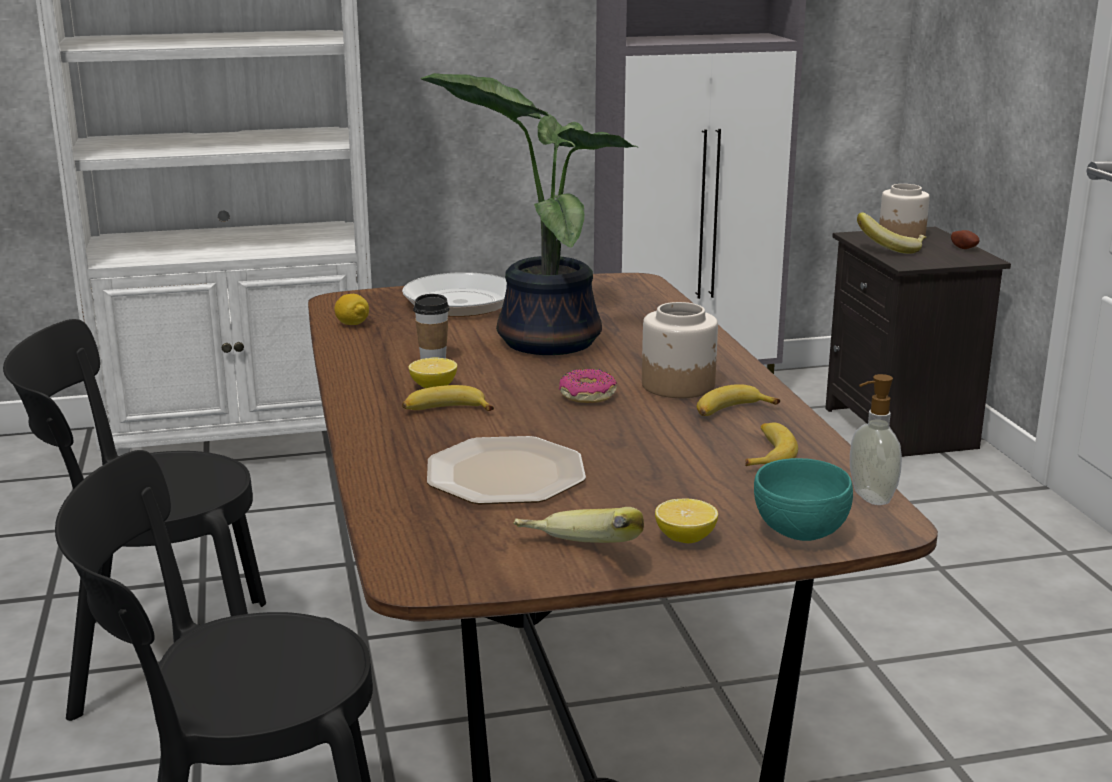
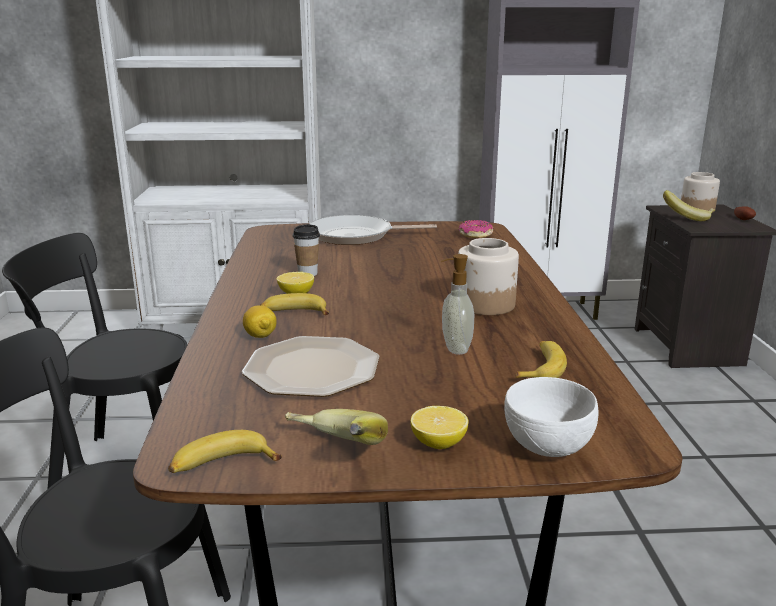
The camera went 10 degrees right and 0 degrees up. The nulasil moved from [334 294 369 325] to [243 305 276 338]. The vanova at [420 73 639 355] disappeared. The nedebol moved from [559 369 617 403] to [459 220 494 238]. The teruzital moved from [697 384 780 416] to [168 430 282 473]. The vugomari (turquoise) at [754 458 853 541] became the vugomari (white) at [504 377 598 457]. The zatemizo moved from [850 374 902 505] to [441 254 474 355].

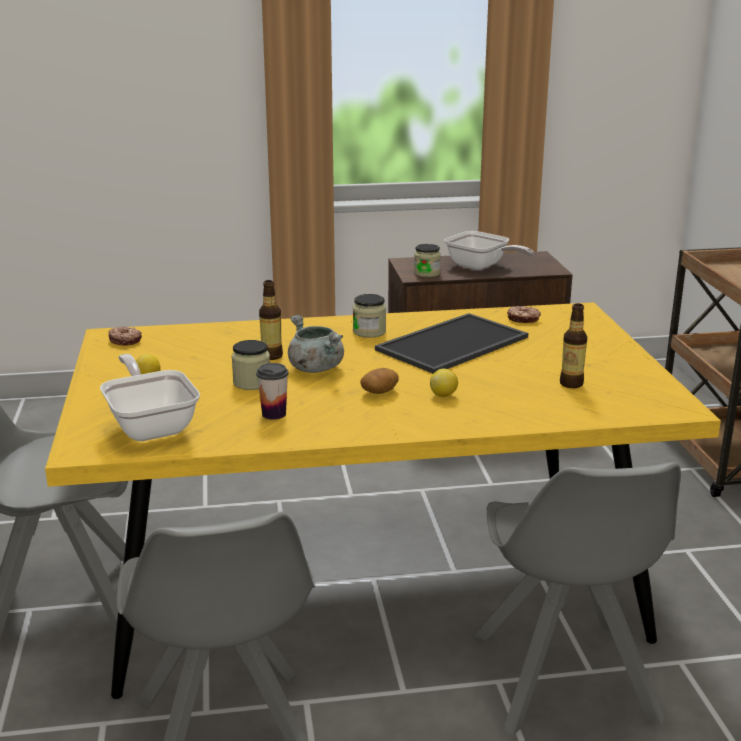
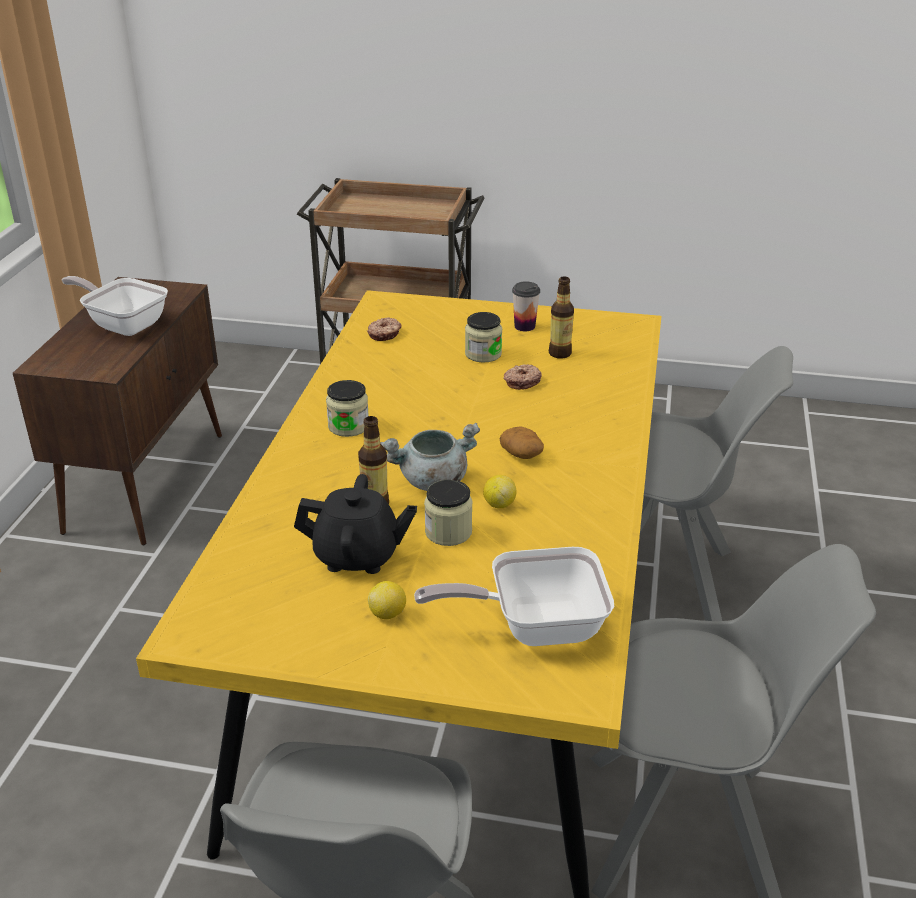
The camera went 70 degrees left and 10 degrees up. The nedebol moved from [109 326 142 345] to [503 364 542 390]. The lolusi moved from [256 363 289 420] to [512 281 540 331]. The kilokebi at [375 313 528 374] disappeared. The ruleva moved from [414 244 441 277] to [465 312 502 363]. The nulasil moved from [430 369 458 397] to [483 475 517 508]. The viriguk at [444 231 534 270] turned 120 degrees counterclockwise. The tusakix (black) at [294 474 417 574] appeared.

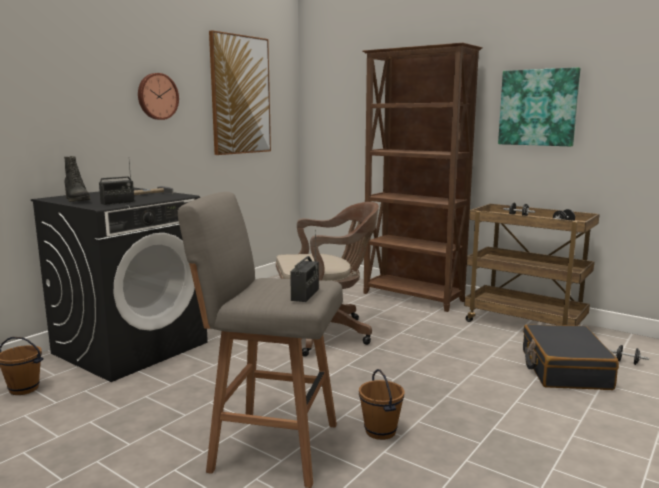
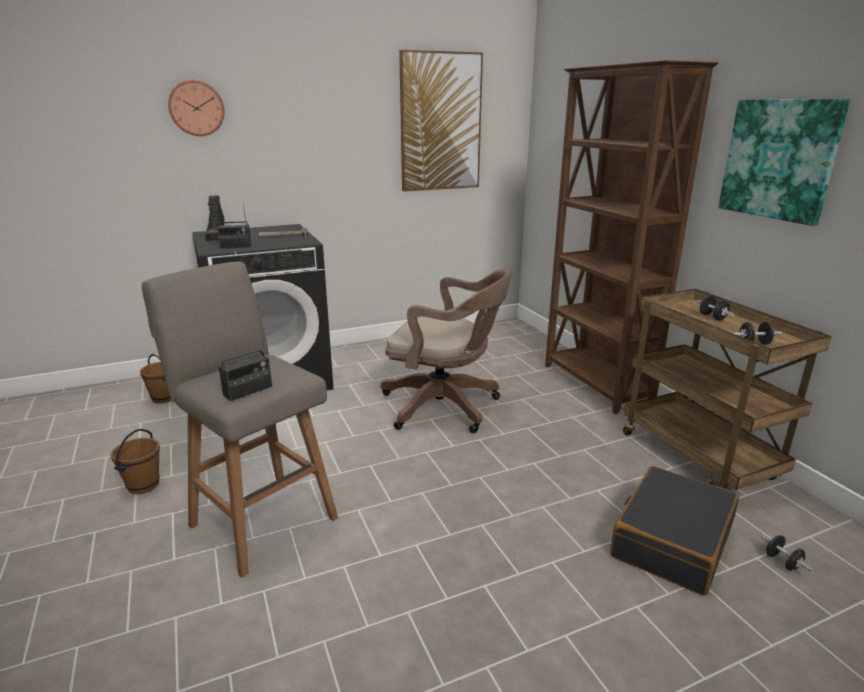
The camera went 30 degrees right and 10 degrees up. The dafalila moved from [138 73 179 120] to [168 80 225 136]. The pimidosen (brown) moved from [359 369 404 440] to [111 429 160 494].

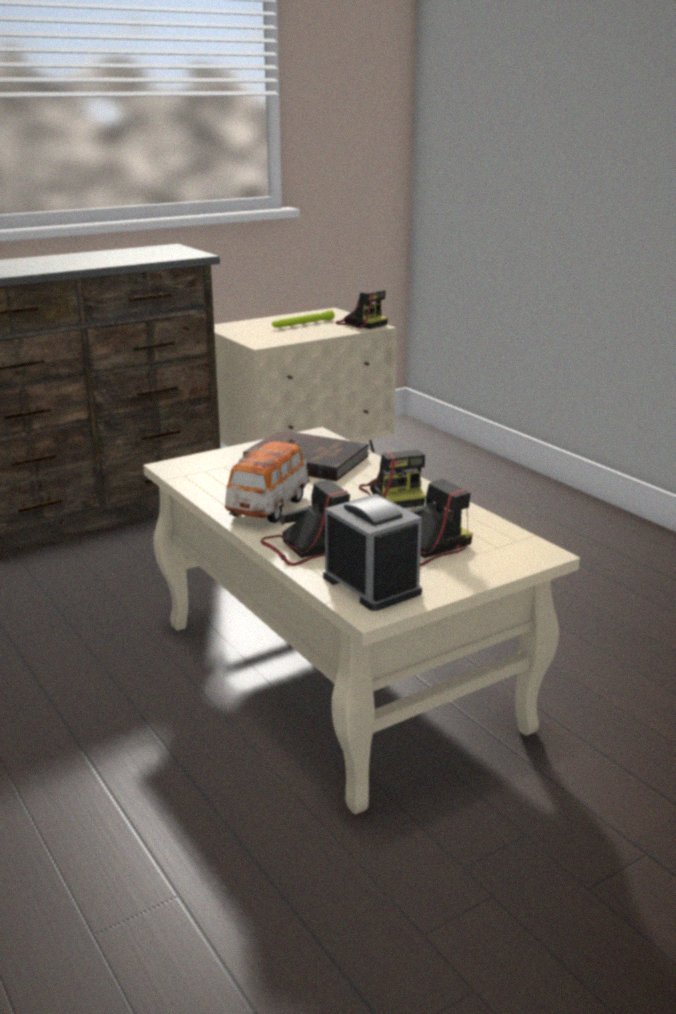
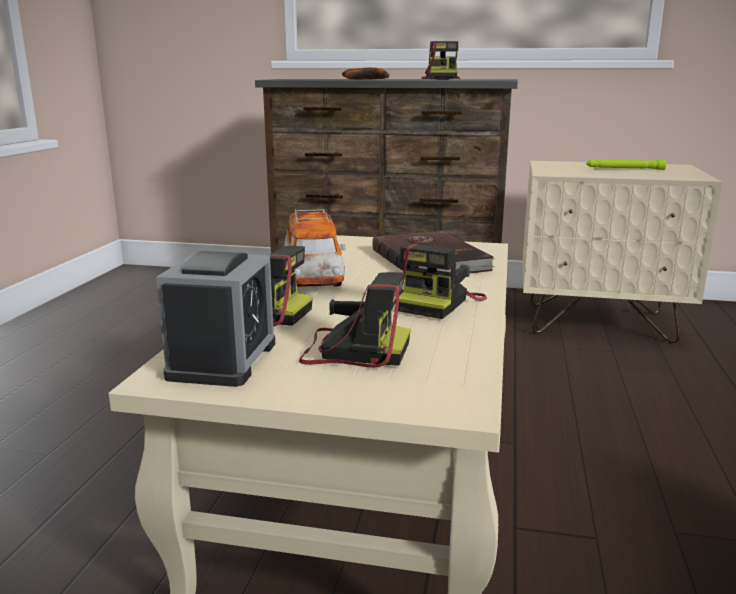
The camera went 45 degrees right and 5 degrees down. The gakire at [225 441 309 523] turned 105 degrees clockwise. The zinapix moved from [335 289 388 329] to [422 41 460 80]. The teruzital at [342 68 389 79] appeared.

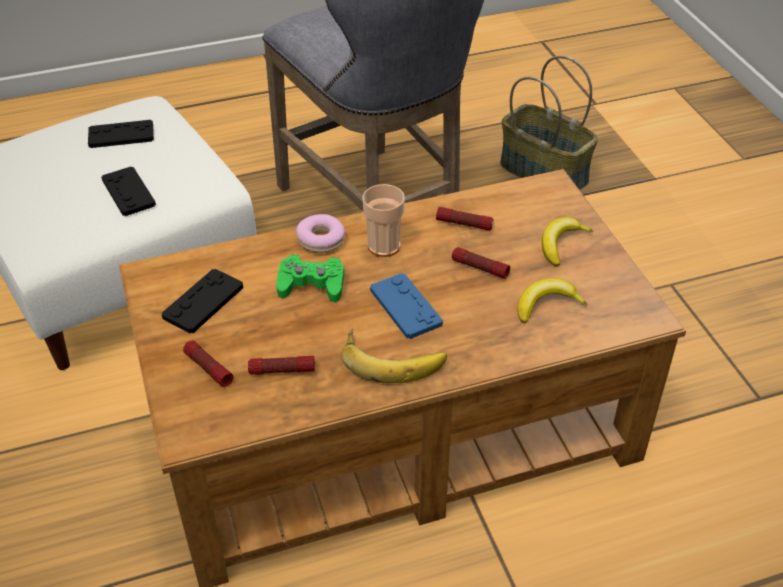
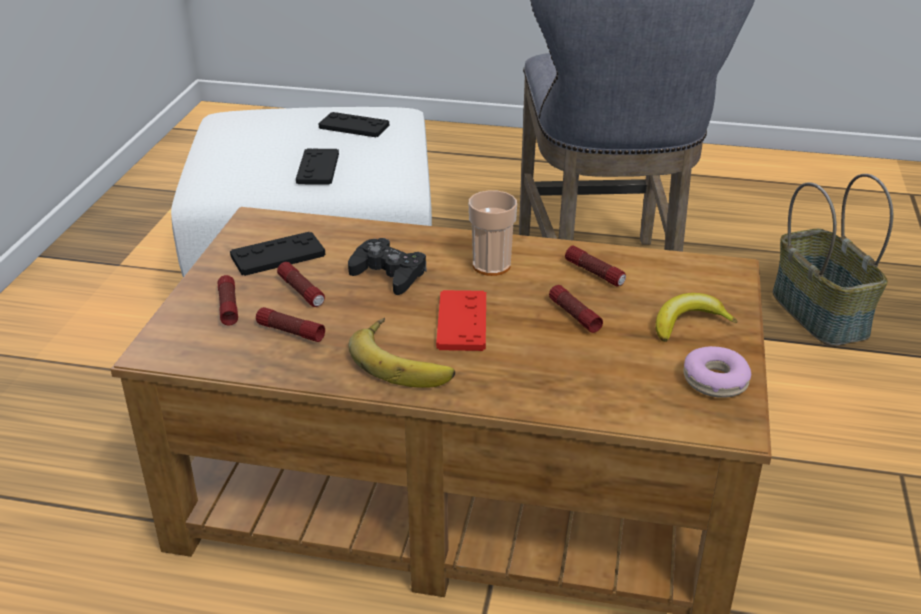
The camera went 30 degrees right and 10 degrees down. The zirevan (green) at [276 255 344 302] became the zirevan (black) at [348 238 426 295]. The nedebol moved from [296 214 345 253] to [683 346 751 398]. The zirevan (blue) at [370 273 443 339] became the zirevan (red) at [436 290 486 351]. The teruzital at [517 278 588 323] disappeared. The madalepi at [277 262 325 307] appeared.

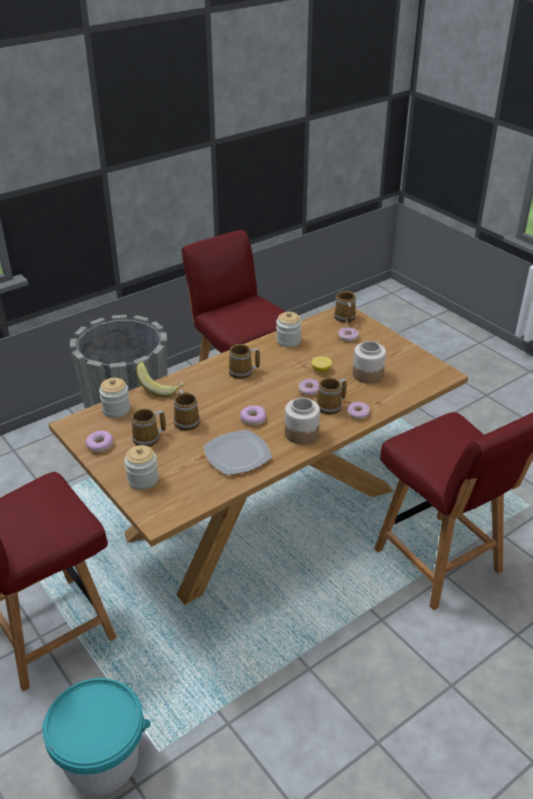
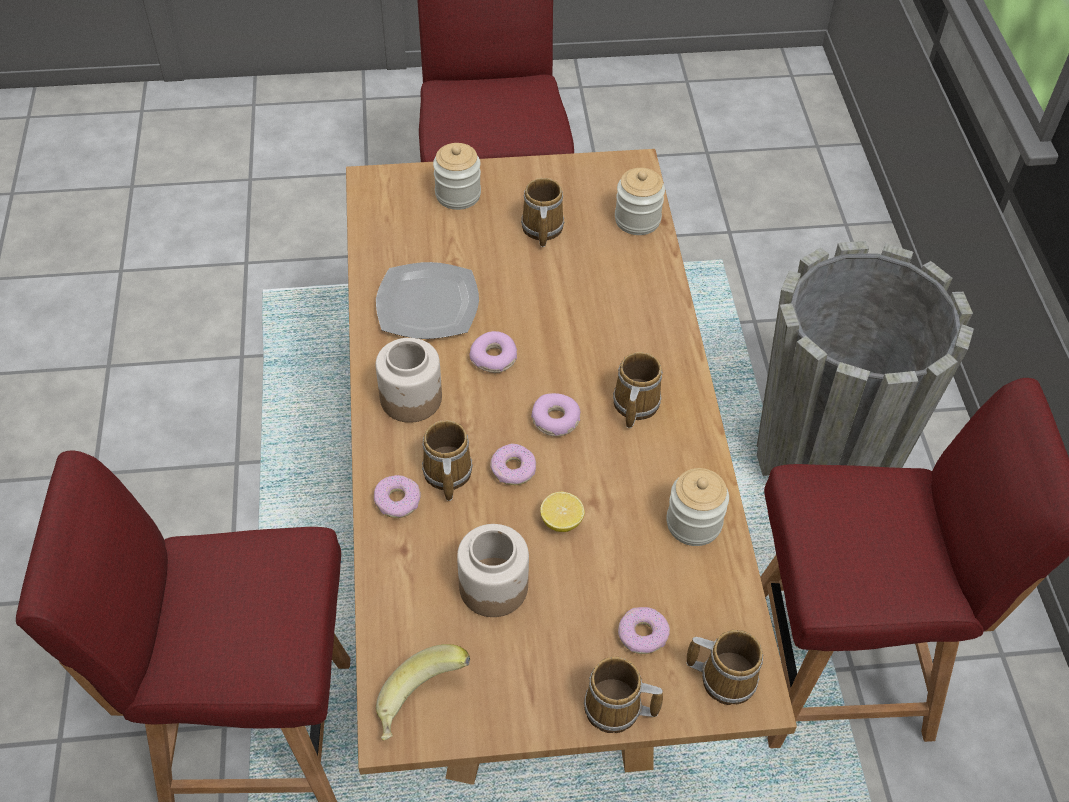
The camera went 120 degrees right and 15 degrees up. The pimidosen (turquoise) at [42 678 150 795] disappeared. The nedebol moved from [85 431 113 452] to [531 393 580 436]. The teruzital moved from [136 362 184 397] to [376 644 470 741]. The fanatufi moved from [174 390 200 431] to [584 657 663 733].

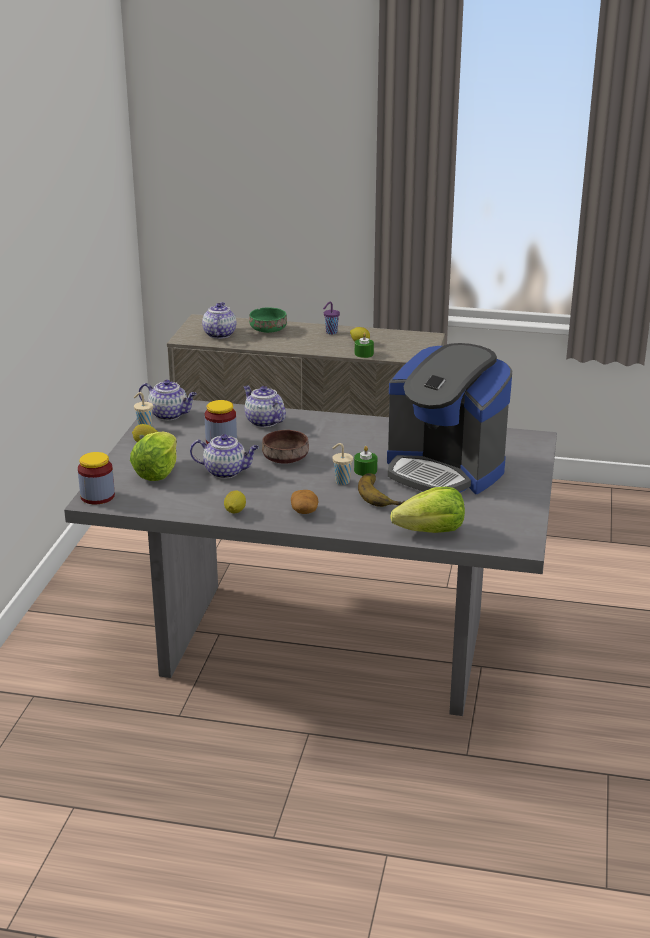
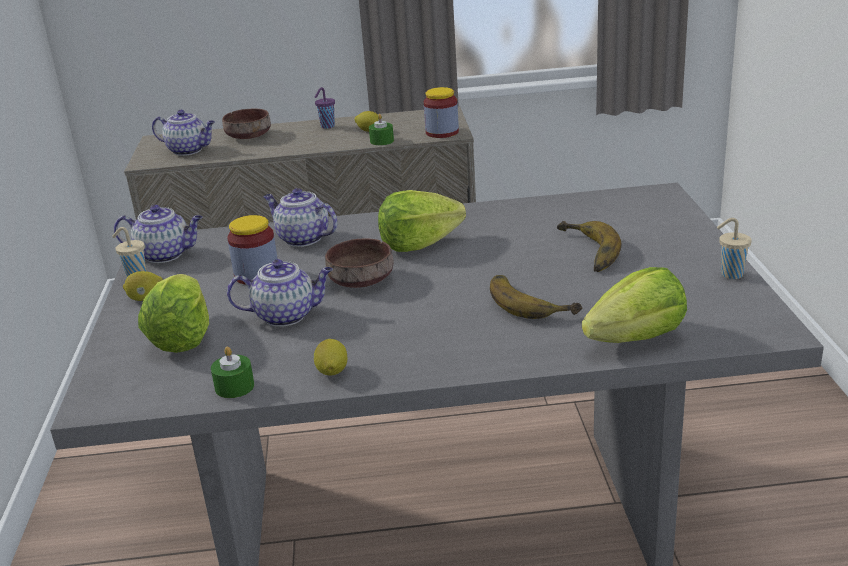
The camera went 15 degrees left and 0 degrees up. The ruleva moved from [78 452 115 504] to [424 87 459 138]. The tusakix at [202 302 236 339] turned 120 degrees clockwise. The vugomari (green) at [249 307 287 333] became the vugomari (brown) at [222 108 271 139]. The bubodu at [291 490 319 514] disappeared. The lolusi (beige) moved from [332 443 353 485] to [717 218 752 279]. The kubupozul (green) moved from [354 446 377 476] to [211 347 254 398]. The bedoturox at [387 343 512 494] was replaced by the teruzital at [557 221 621 272]. The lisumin at [378 190 466 252] appeared.

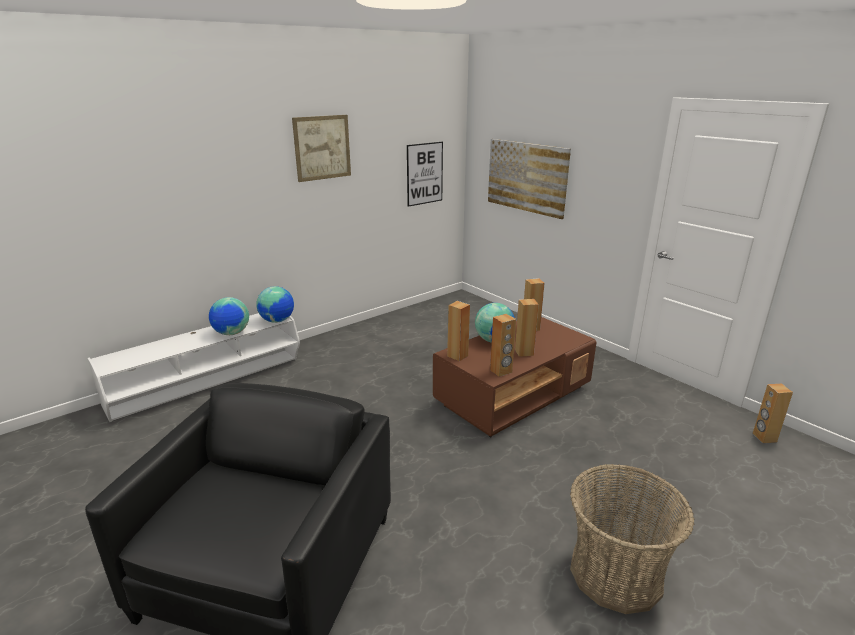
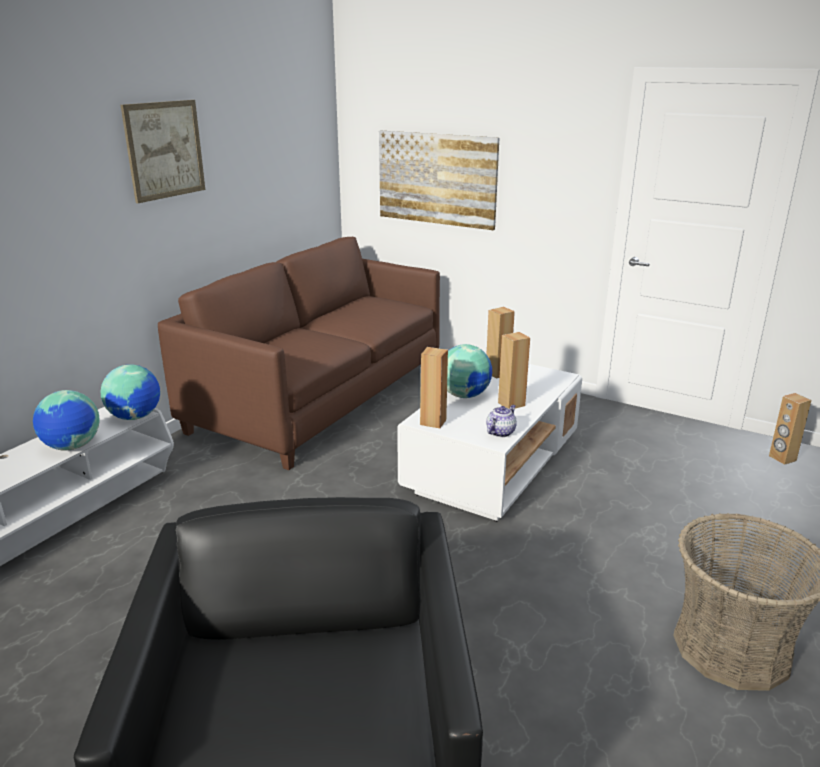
The camera went 20 degrees left and 0 degrees up. The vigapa at [407 142 443 207] disappeared. The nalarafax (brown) at [433 317 597 437] became the nalarafax (white) at [397 364 582 522]. The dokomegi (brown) at [490 314 516 377] was replaced by the tusakix at [486 405 517 437]. The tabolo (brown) at [158 237 440 470] appeared.

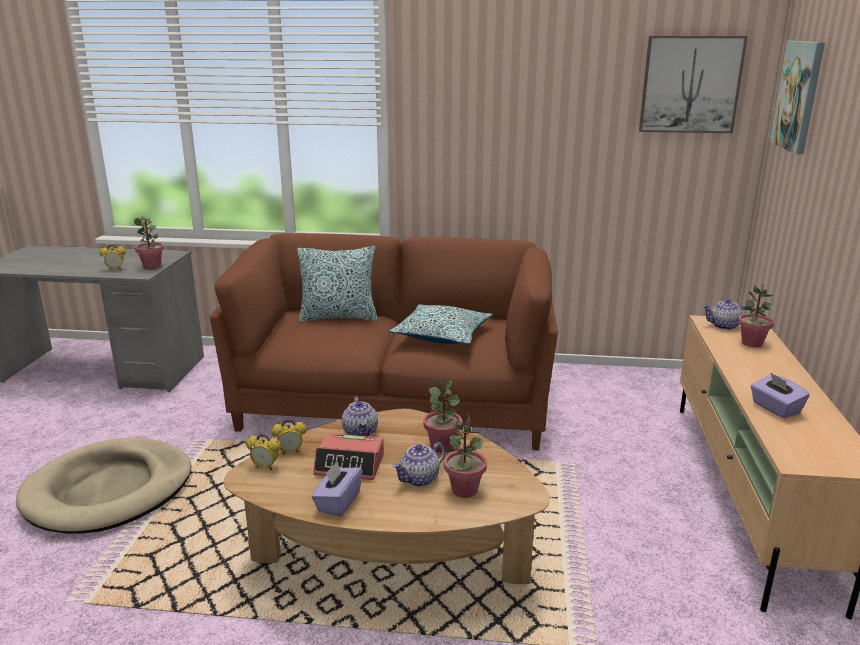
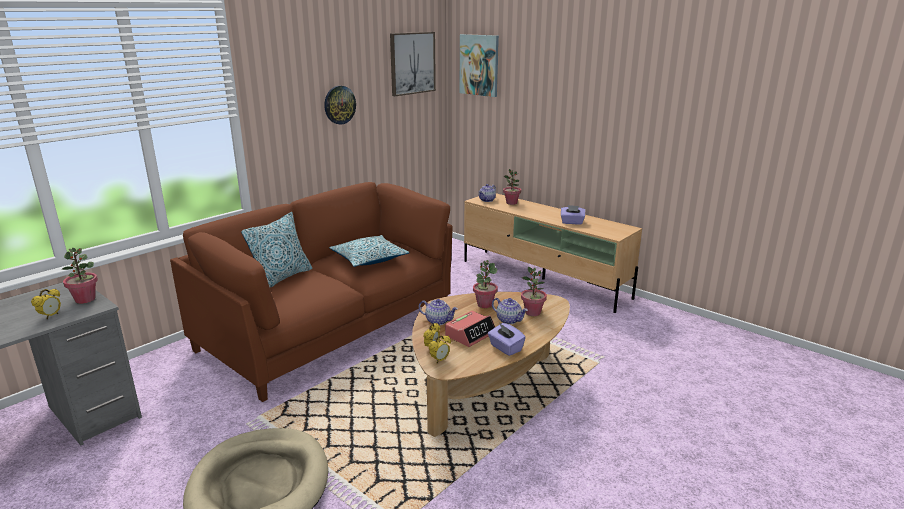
The camera went 55 degrees left and 0 degrees up. The tusakix at [392 442 445 487] turned 45 degrees counterclockwise. The dafalila at [324 86 356 125] appeared.

